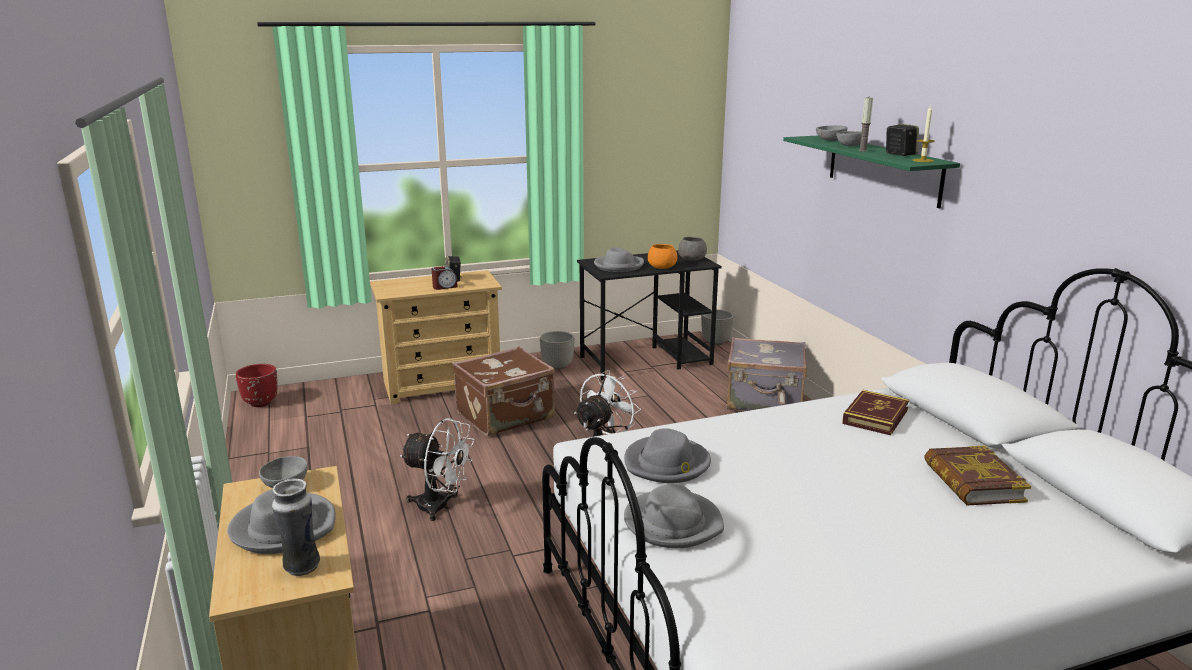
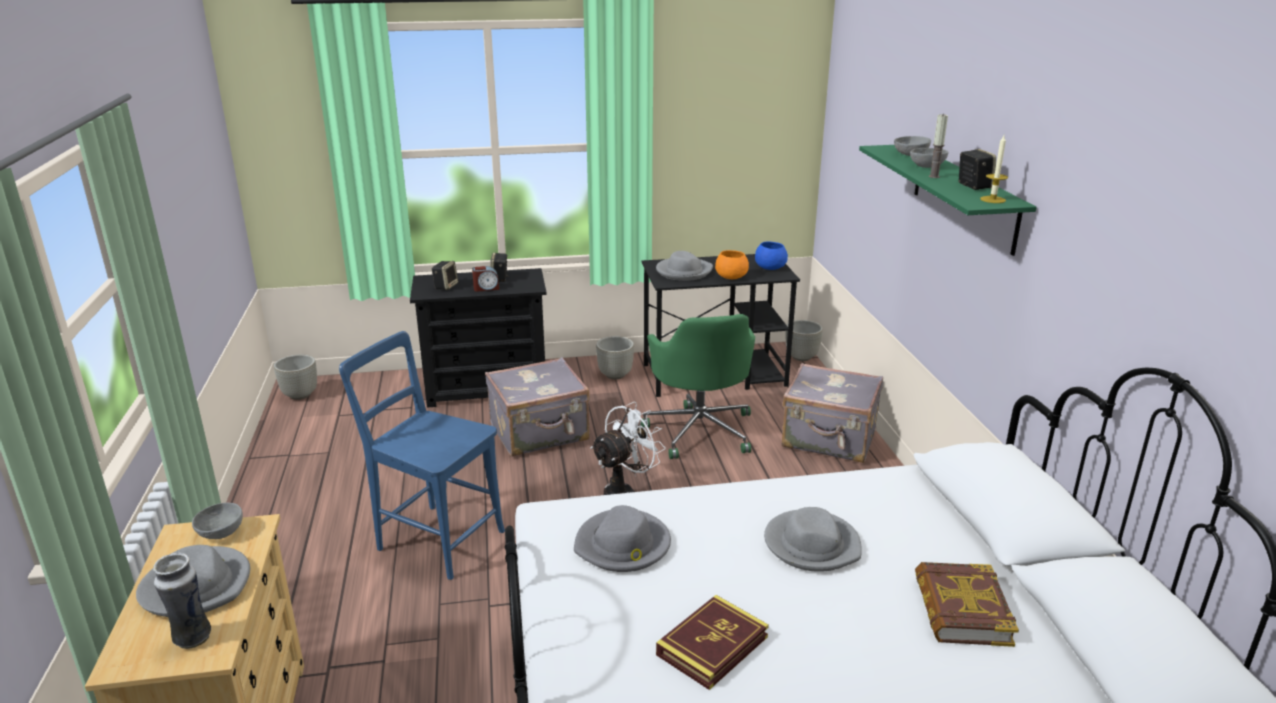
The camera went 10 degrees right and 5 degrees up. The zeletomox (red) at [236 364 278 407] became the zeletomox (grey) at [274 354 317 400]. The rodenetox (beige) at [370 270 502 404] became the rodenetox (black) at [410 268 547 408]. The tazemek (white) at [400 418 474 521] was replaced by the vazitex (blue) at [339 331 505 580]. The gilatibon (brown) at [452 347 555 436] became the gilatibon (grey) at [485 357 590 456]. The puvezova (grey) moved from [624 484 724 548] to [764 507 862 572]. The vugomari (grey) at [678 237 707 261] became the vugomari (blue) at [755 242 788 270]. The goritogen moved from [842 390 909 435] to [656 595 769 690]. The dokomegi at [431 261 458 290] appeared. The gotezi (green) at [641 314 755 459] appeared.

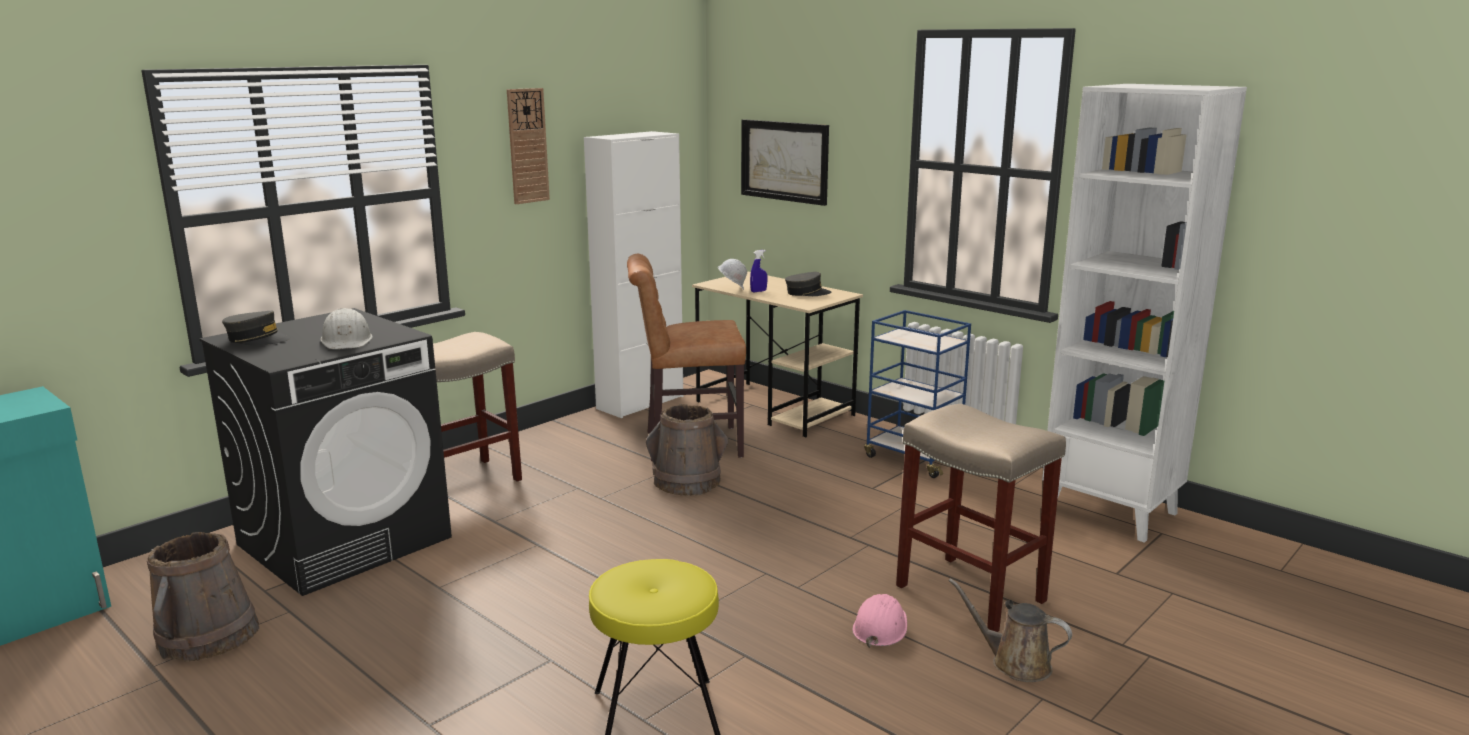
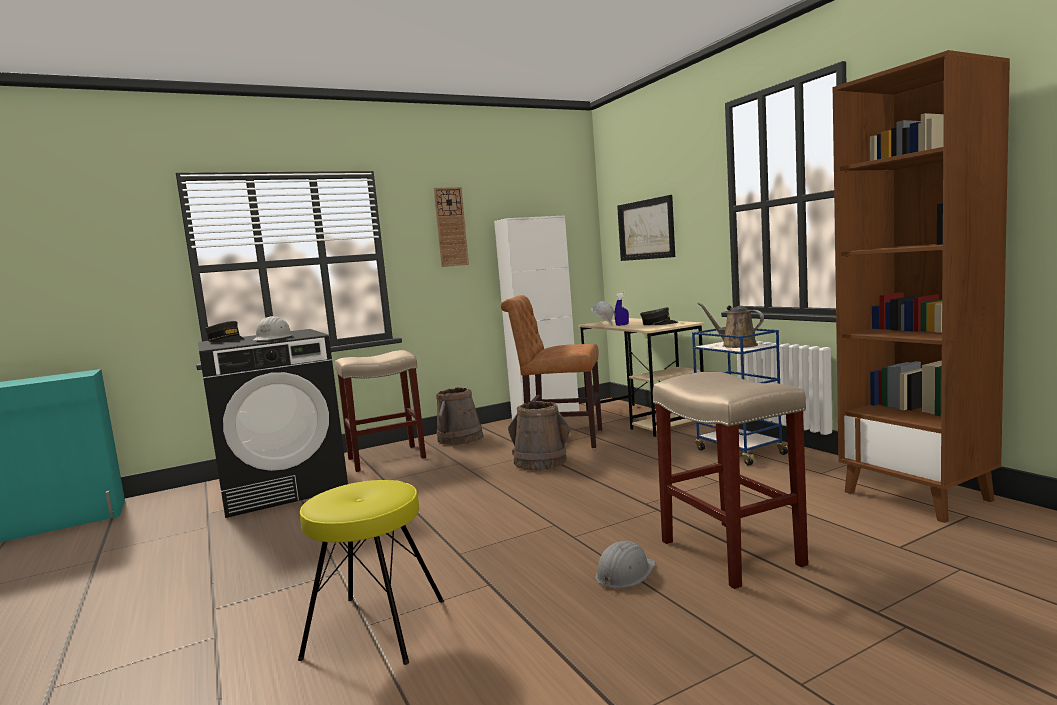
The camera went 20 degrees right and 10 degrees down. The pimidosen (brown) moved from [147 532 259 662] to [436 387 484 445]. The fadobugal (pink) at [853 594 907 648] became the fadobugal (grey) at [596 541 655 589]. The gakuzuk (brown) moved from [949 578 1072 682] to [697 302 764 348]. The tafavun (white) at [1042 84 1247 543] became the tafavun (brown) at [833 50 1010 523].

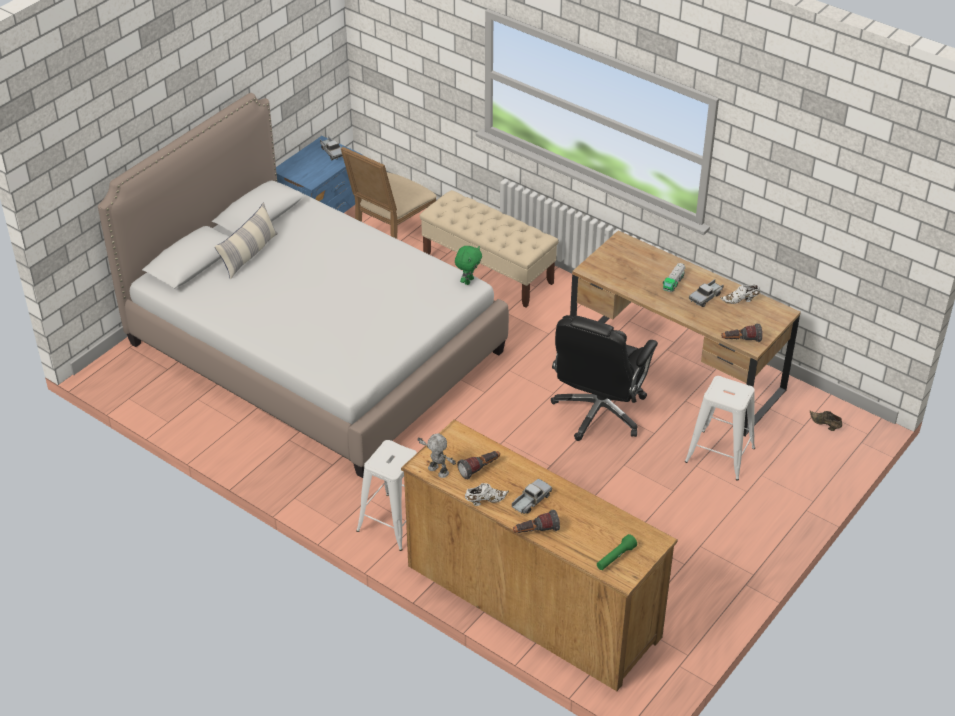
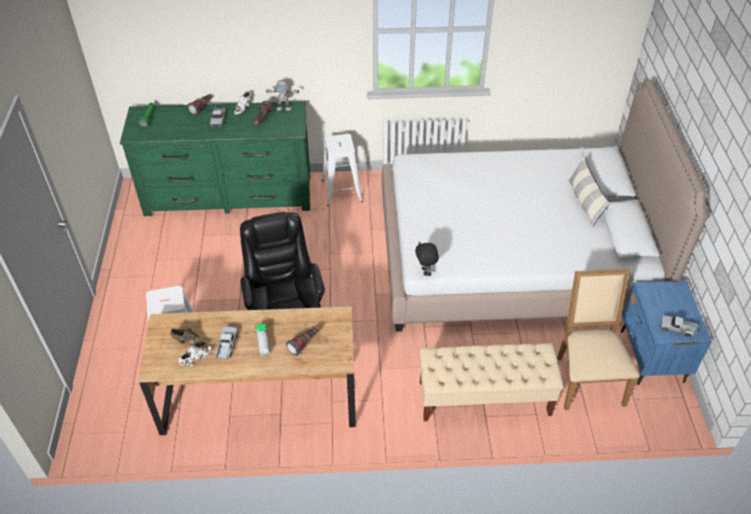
The camera went 140 degrees right and 5 degrees up. The rodenetox (brown) at [401 420 678 691] became the rodenetox (green) at [120 101 311 216]. The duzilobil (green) at [455 246 482 285] became the duzilobil (black) at [415 241 439 276]. The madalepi moved from [721 323 763 342] to [286 326 319 356]. The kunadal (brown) moved from [810 411 842 431] to [170 328 209 347].

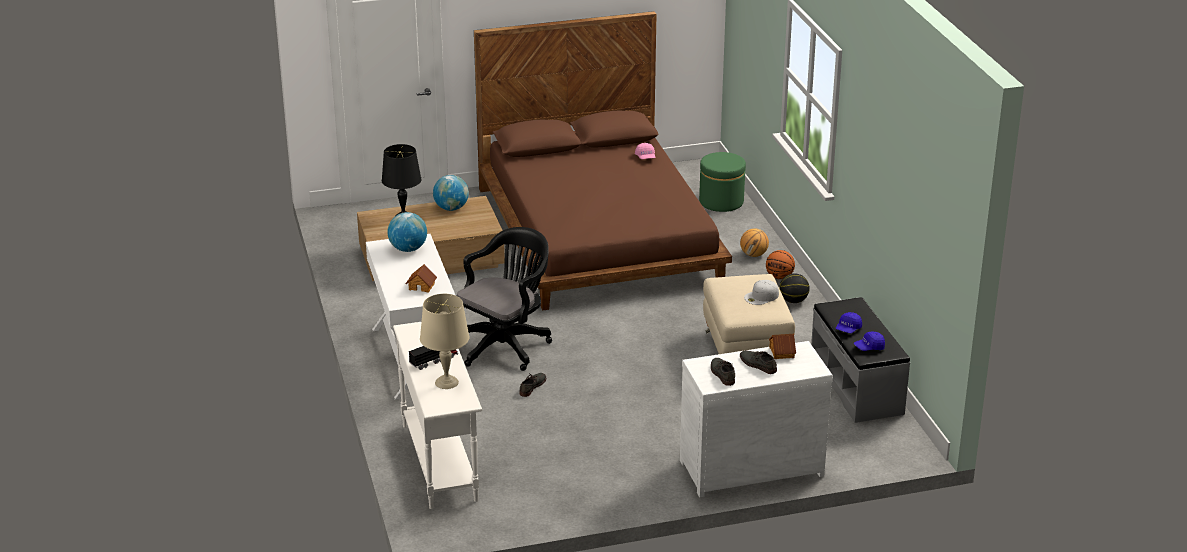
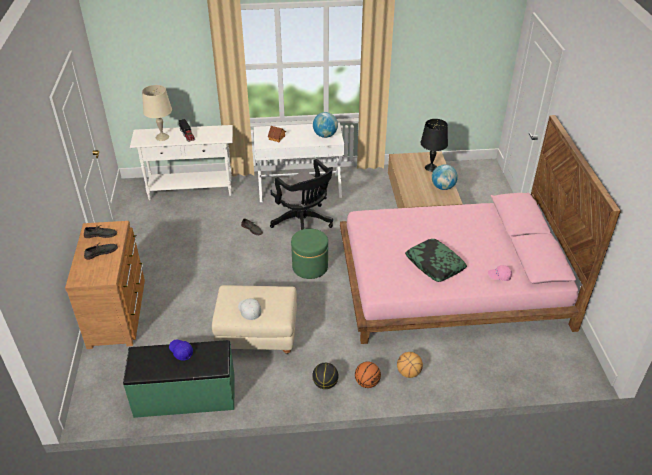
The camera went 100 degrees right and 10 degrees up. The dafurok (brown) at [474 11 732 310] became the dafurok (pink) at [340 115 621 344]. The rodenetox (white) at [680 341 833 497] became the rodenetox (brown) at [65 221 145 349]. The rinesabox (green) moved from [699 152 746 212] to [291 229 328 279]. The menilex at [769 334 796 359] disappeared. The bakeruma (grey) at [811 297 910 423] became the bakeruma (green) at [123 340 235 418]. The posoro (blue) at [854 331 885 351] disappeared. The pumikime at [405 239 467 282] appeared.

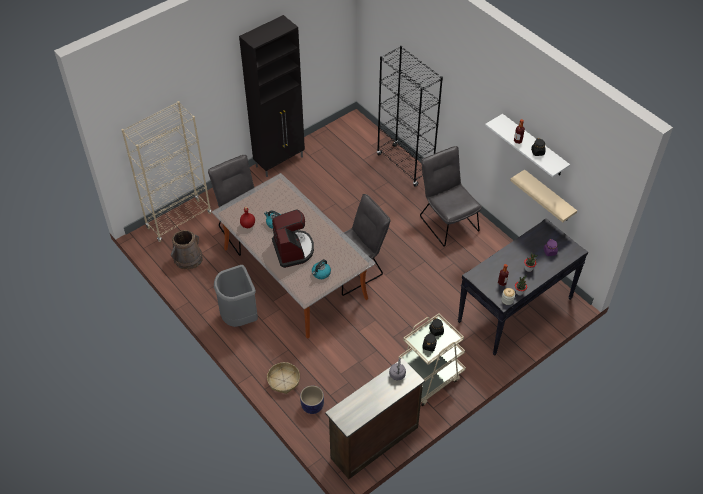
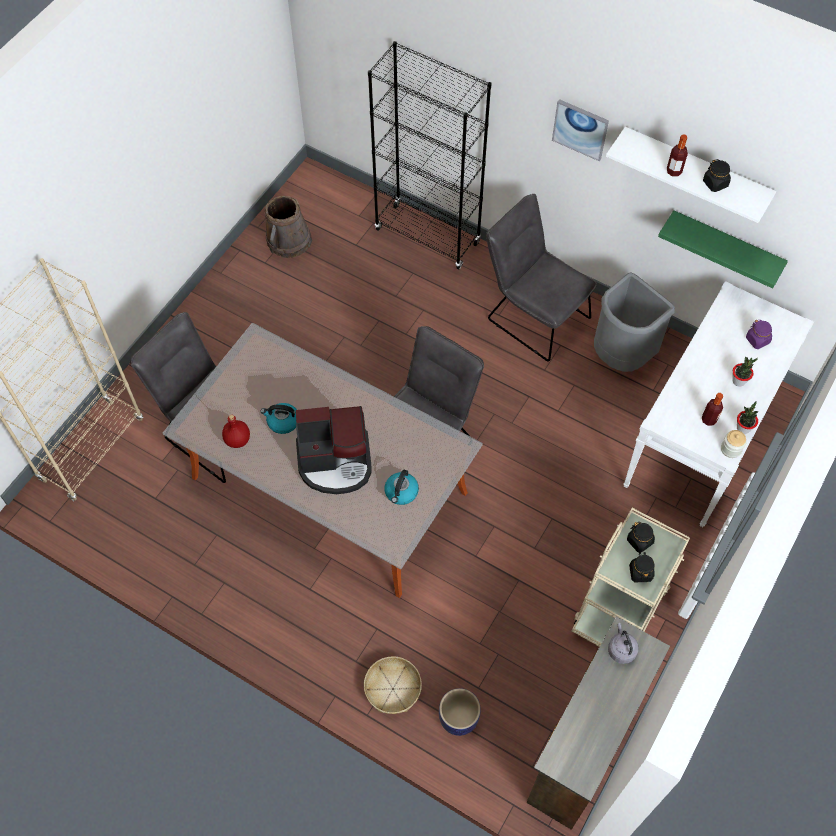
The camera went 20 degrees left and 10 degrees up. The pimidosen (brown) moved from [171 230 203 270] to [265 196 312 258]. The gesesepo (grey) moved from [214 265 258 327] to [594 272 675 372]. The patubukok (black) at [239 15 305 177] disappeared. The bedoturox at [272 210 314 268] turned 120 degrees clockwise. The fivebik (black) at [458 218 588 356] became the fivebik (white) at [623 281 814 527]. The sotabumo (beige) at [510 169 577 222] became the sotabumo (green) at [658 210 788 288]. The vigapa at [552 99 609 161] appeared.

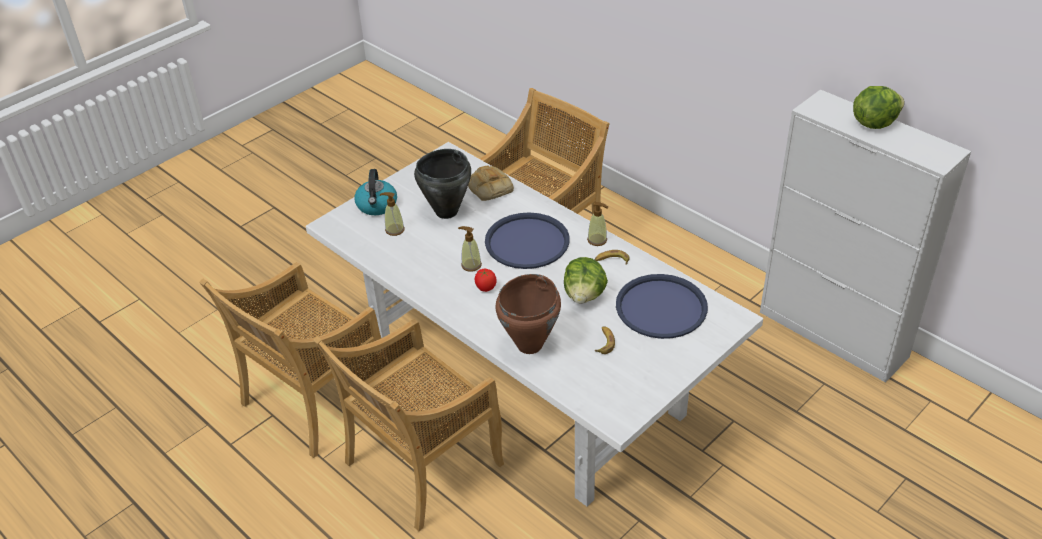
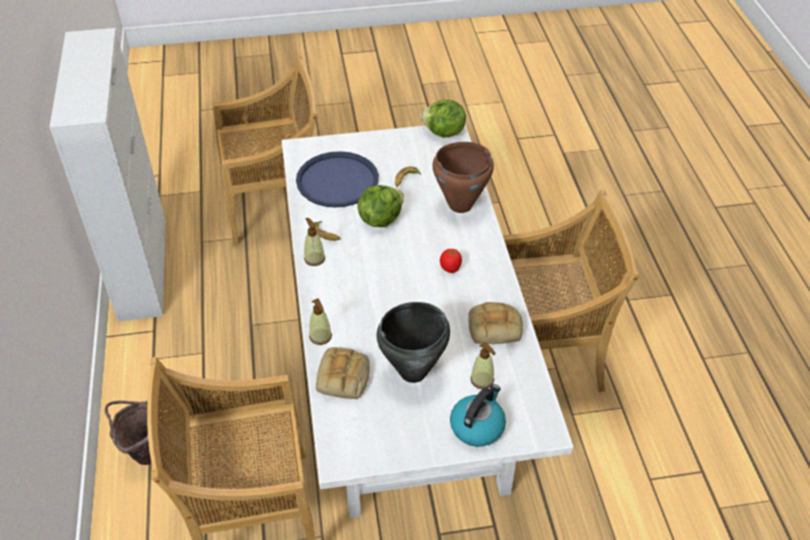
The camera went 145 degrees left and 5 degrees up. The vazitex (beige) moved from [199 262 390 458] to [213 54 317 247]. The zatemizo moved from [458 226 482 272] to [309 298 332 345]. The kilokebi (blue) at [485 213 570 269] disappeared. The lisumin moved from [853 86 905 129] to [421 99 466 138]. The pimidosen (brown) at [105 401 151 465] appeared. The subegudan at [468 302 523 344] appeared.

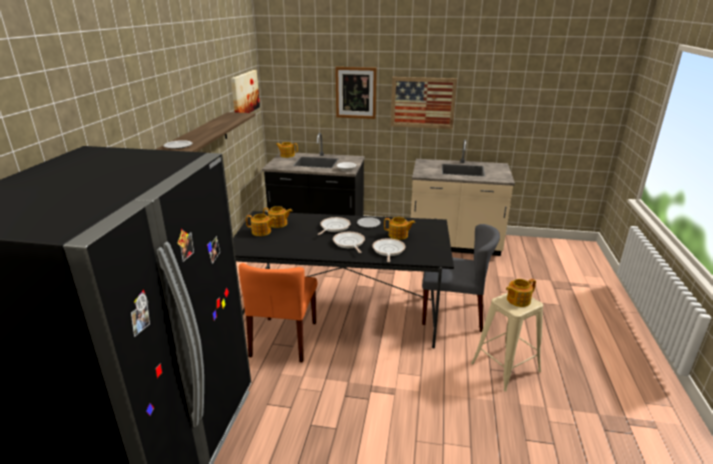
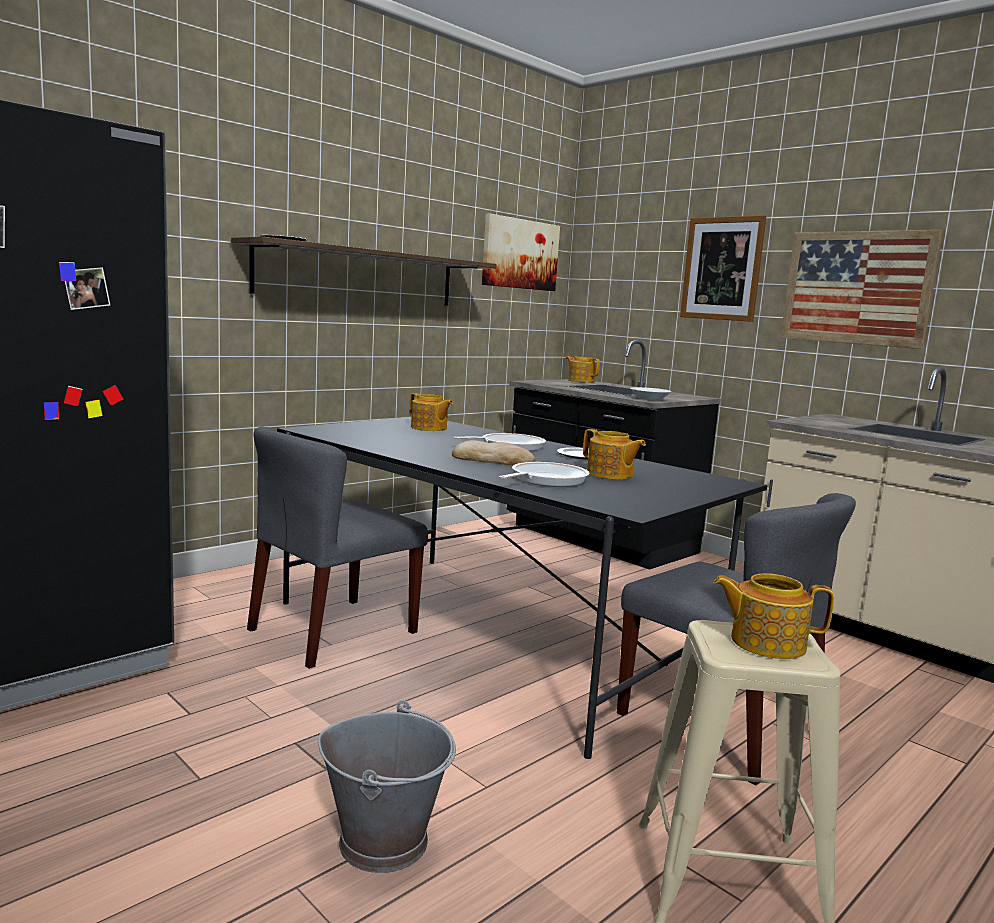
The camera went 35 degrees right and 15 degrees down. The vazitex (orange) at [239 263 317 362] became the vazitex (grey) at [247 427 428 669]. The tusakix at [246 214 276 236] disappeared. The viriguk at [333 232 365 253] was replaced by the subegudan at [452 440 536 465]. The pimidosen (grey) at [318 700 456 873] appeared.

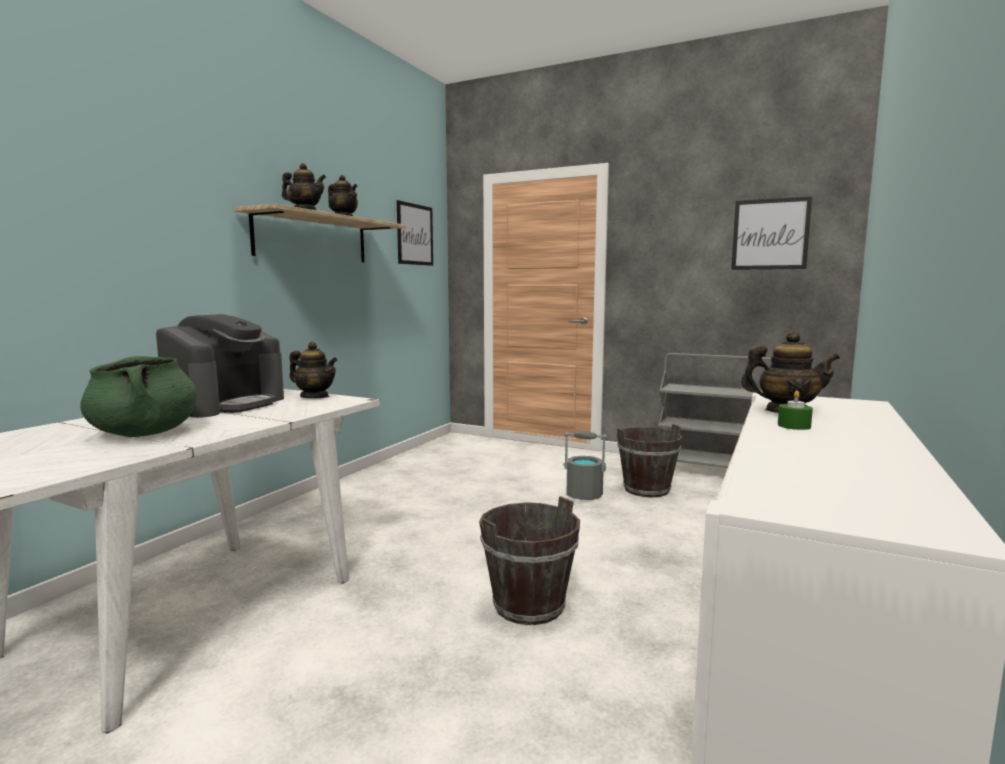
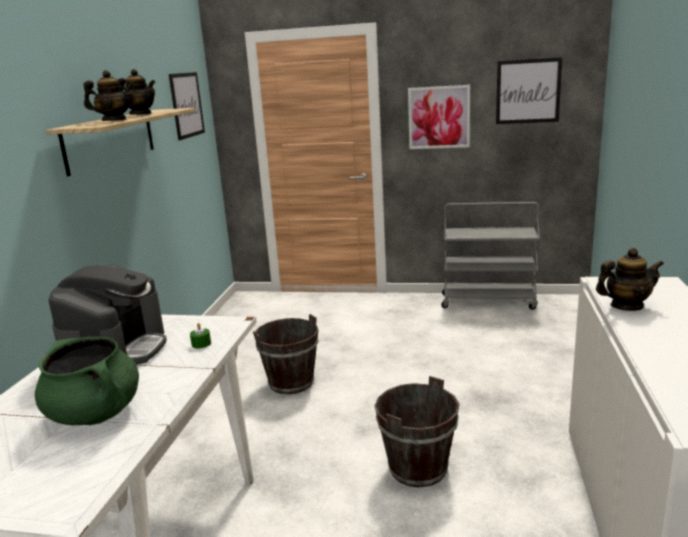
The camera went 15 degrees left and 10 degrees up. The tusakix at [289 342 338 398] disappeared. The pimidosen (grey) at [563 431 607 500] disappeared. The pimidosen (brown) moved from [617 424 682 498] to [253 314 319 394]. The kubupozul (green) moved from [778 391 813 430] to [190 323 211 348]. The vigapa at [408 85 470 149] appeared.

